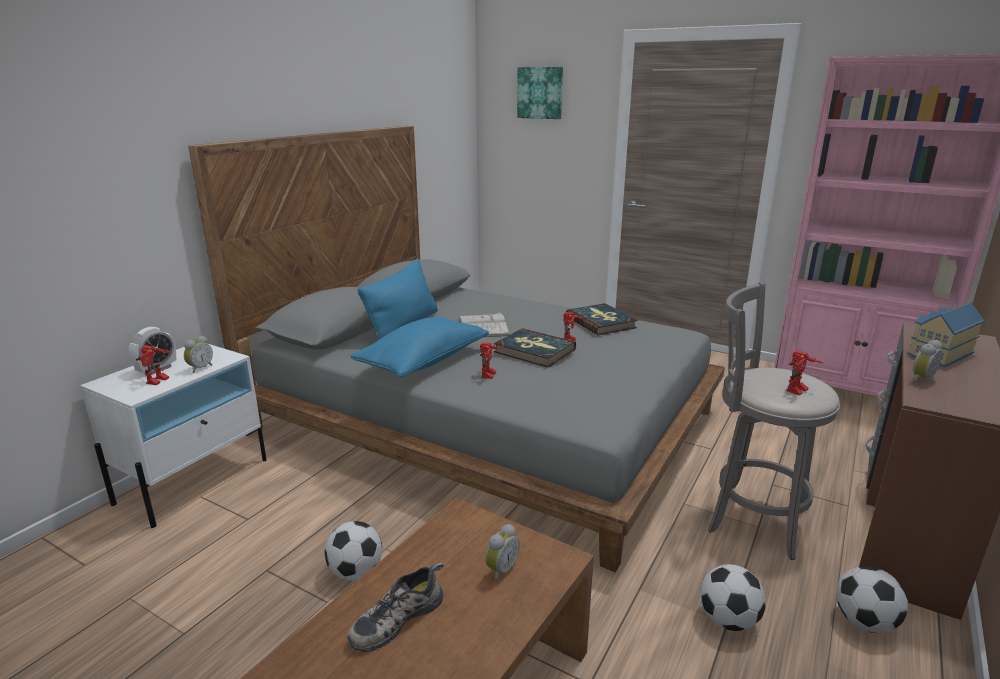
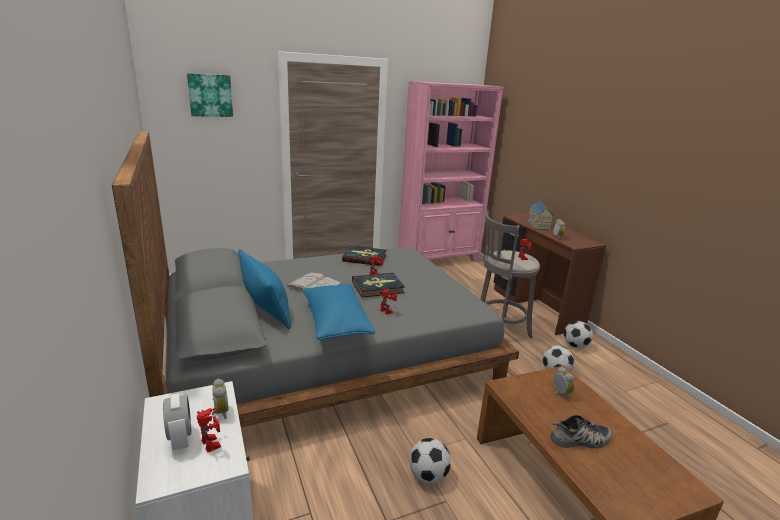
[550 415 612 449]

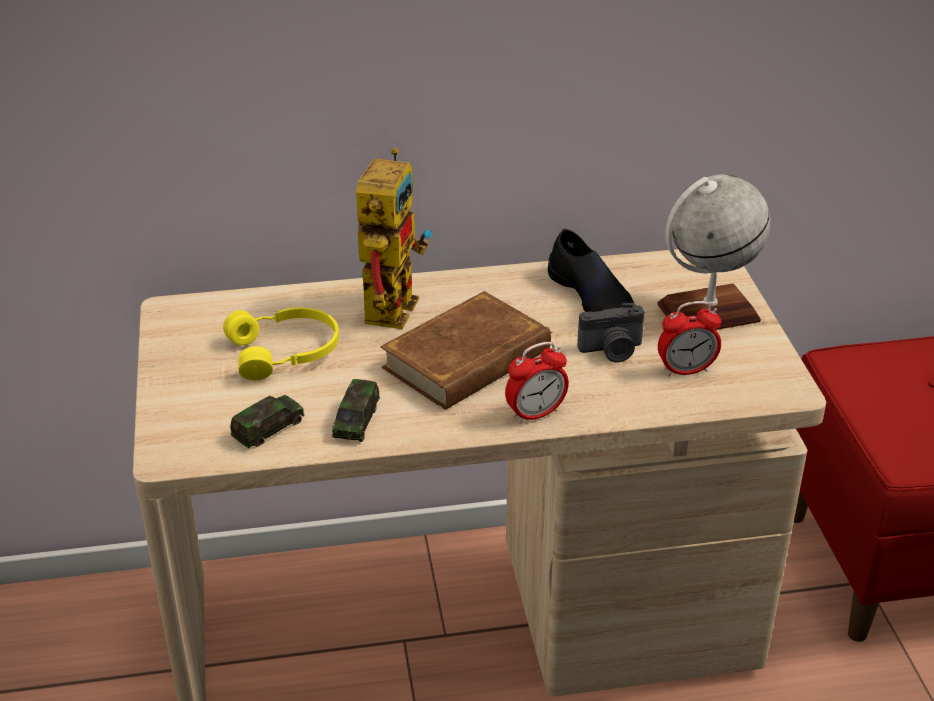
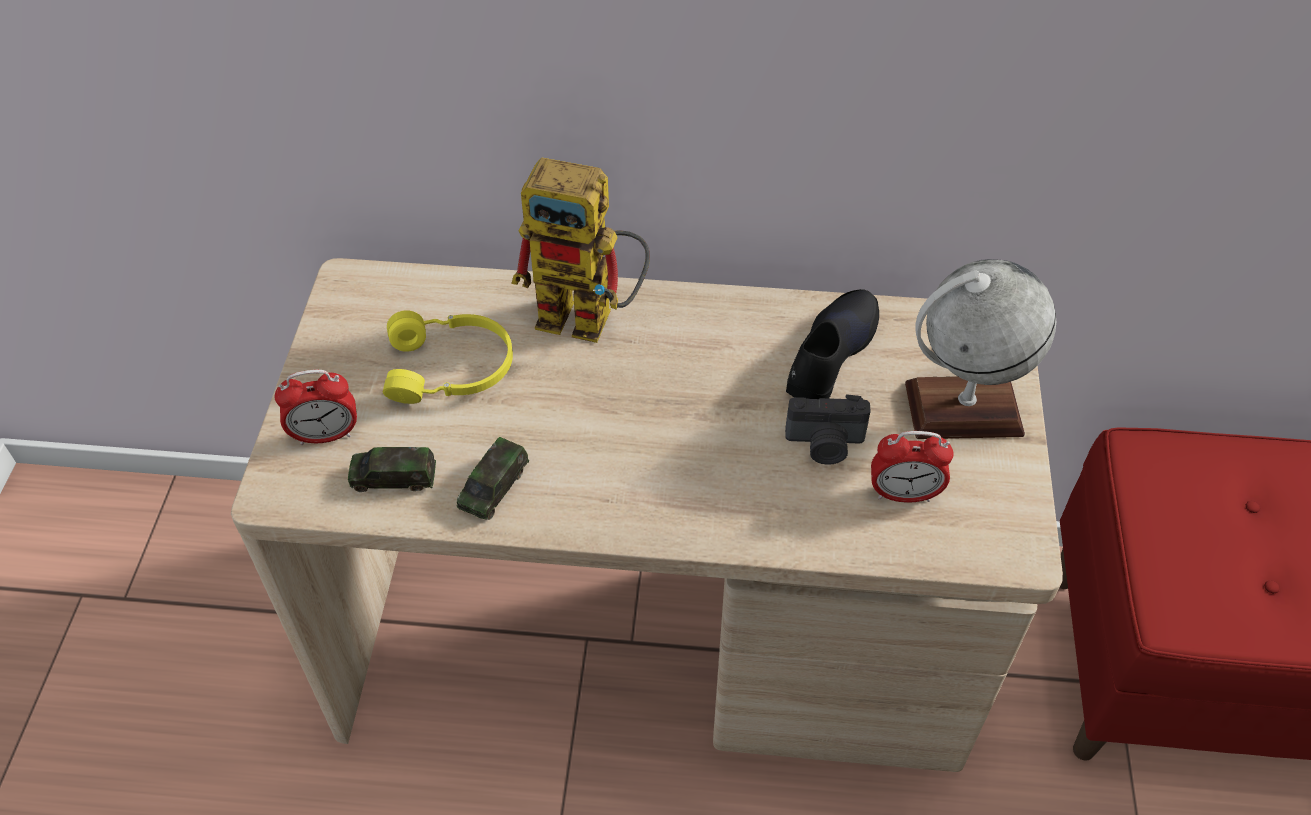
[380 291 553 410] (first image)
[274 370 357 445]
[348 447 436 492]
[511 157 650 343]
[786 289 879 399]

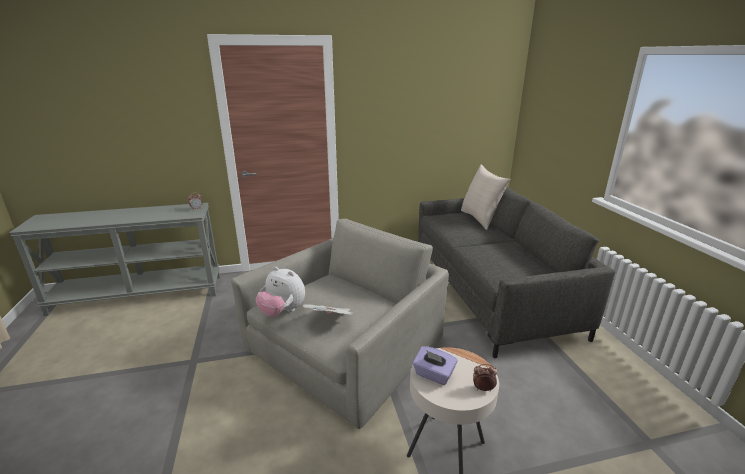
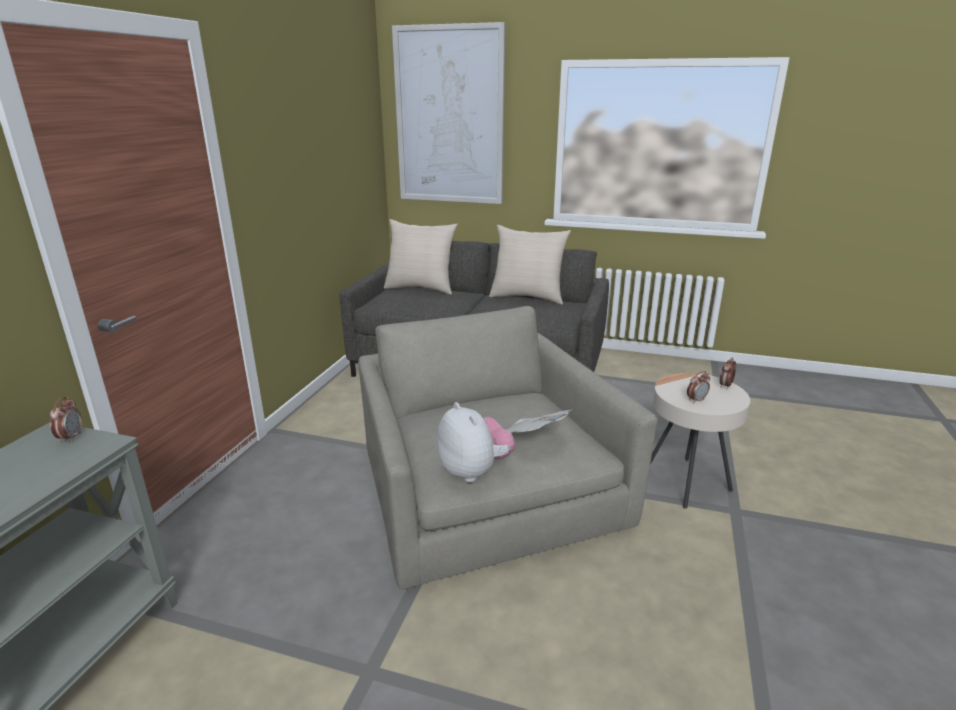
[392 22 506 204]
[489 225 571 304]
[687 371 710 403]
[437 402 515 482]

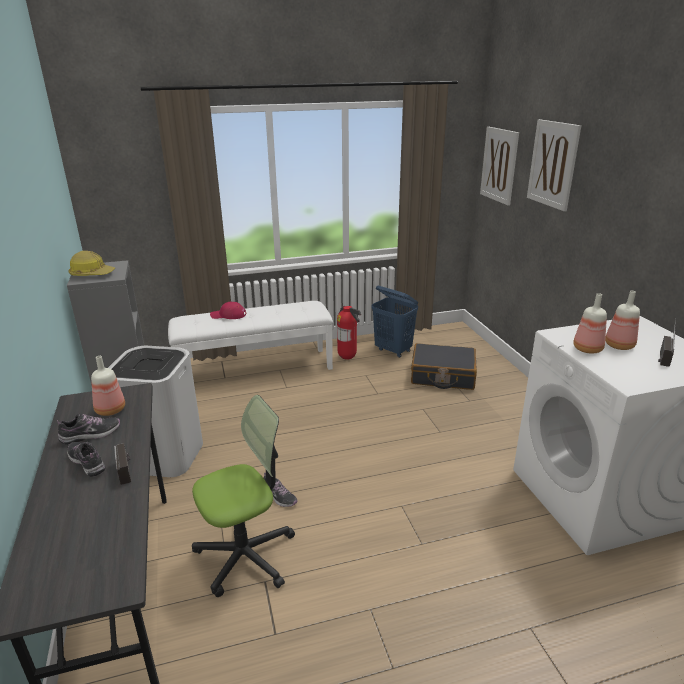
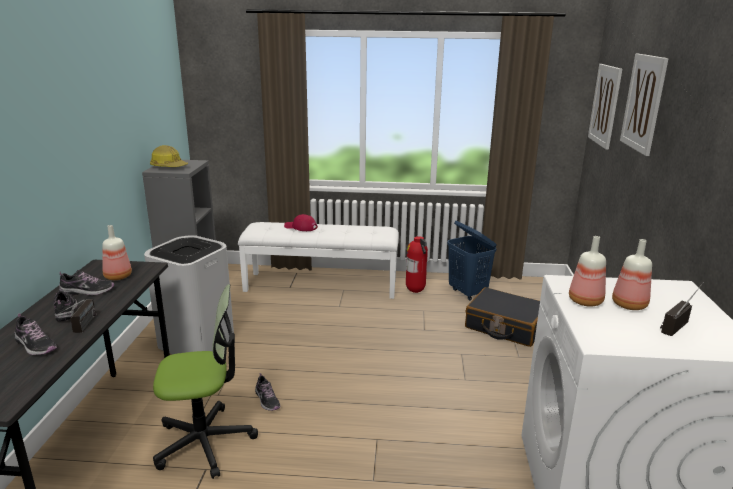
[15 313 57 355]

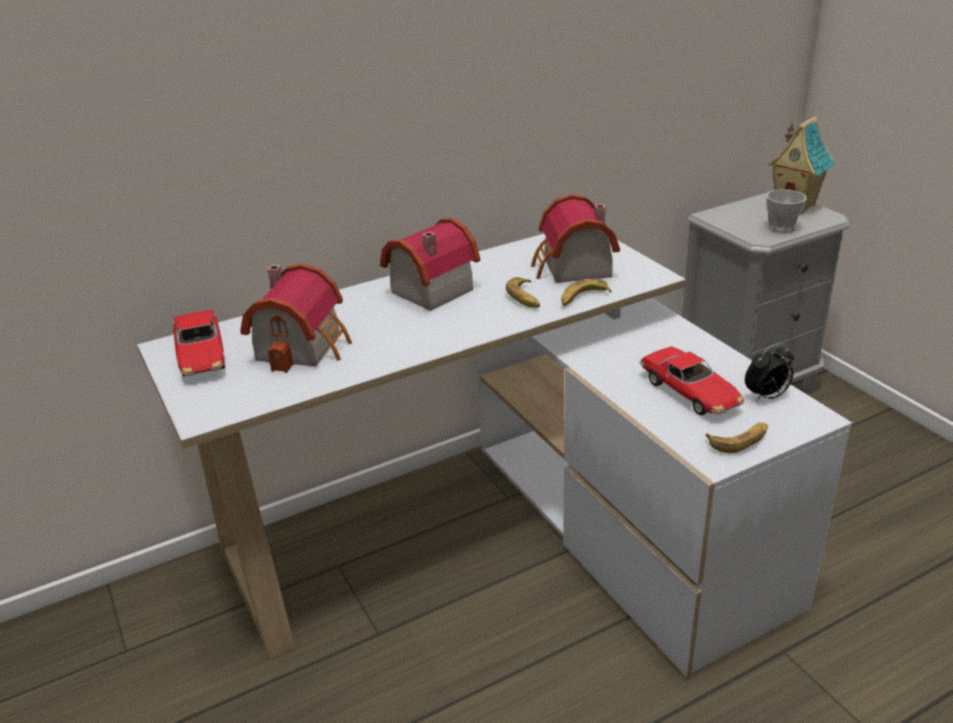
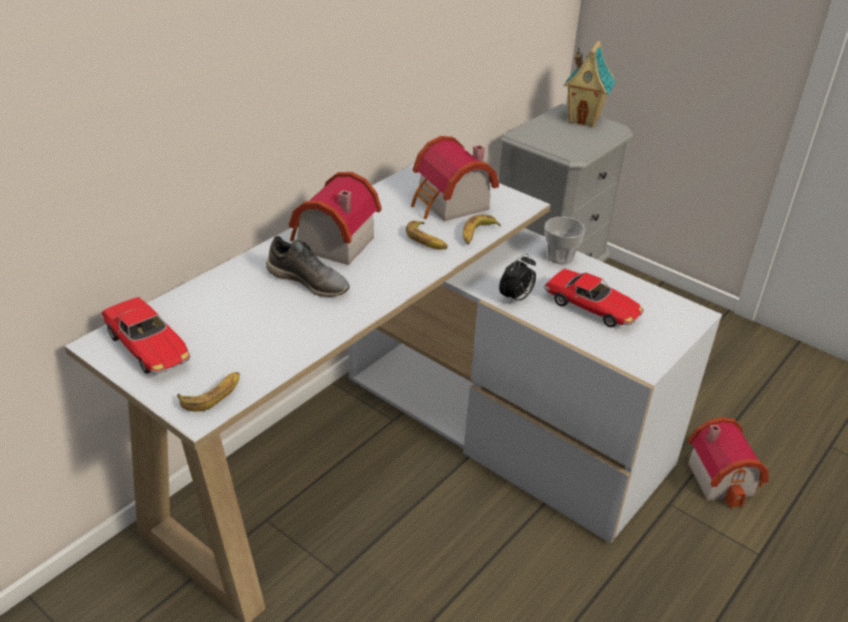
[266 236 350 297]
[688 417 769 509]
[177 372 240 412]
[499 253 536 305]
[545 217 585 264]

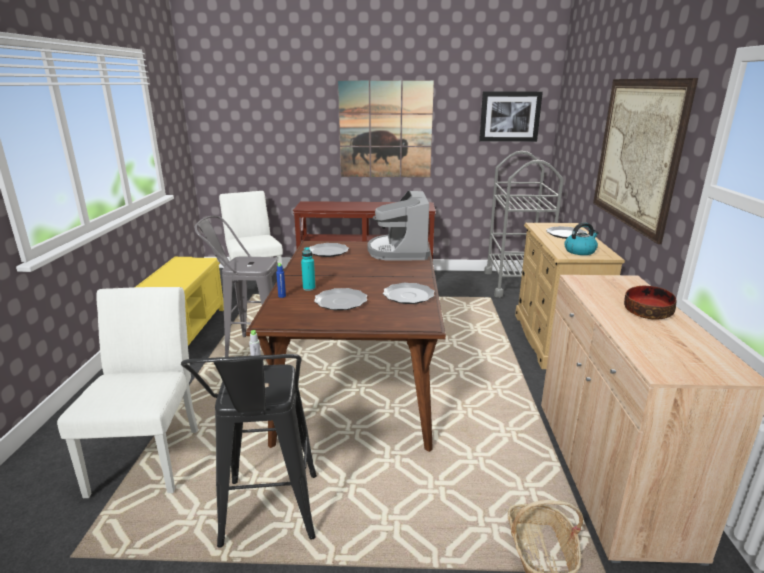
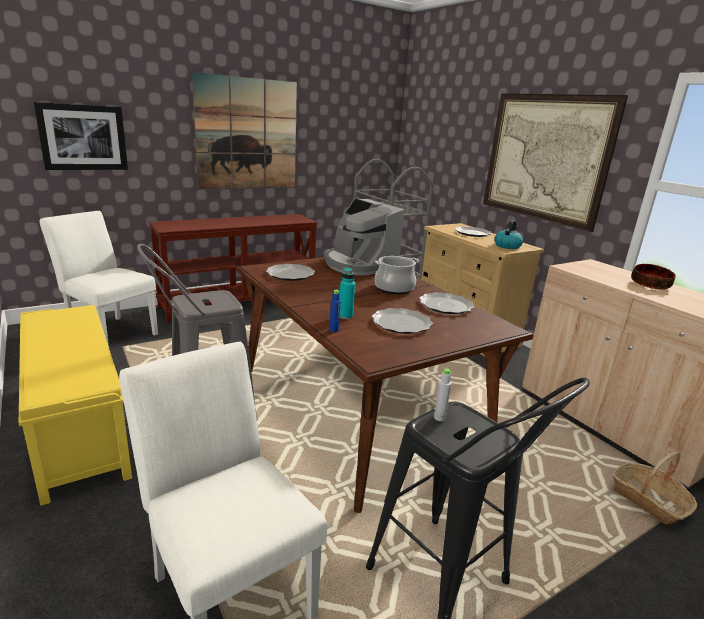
[375 256 419 294]
[34 102 128 170]

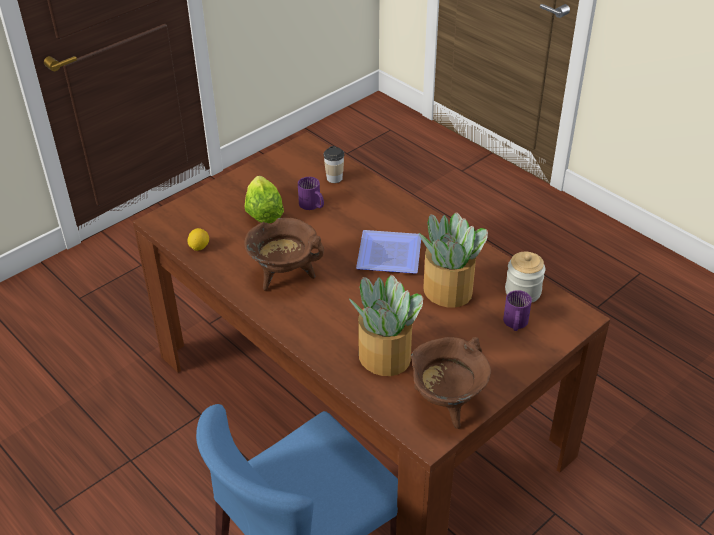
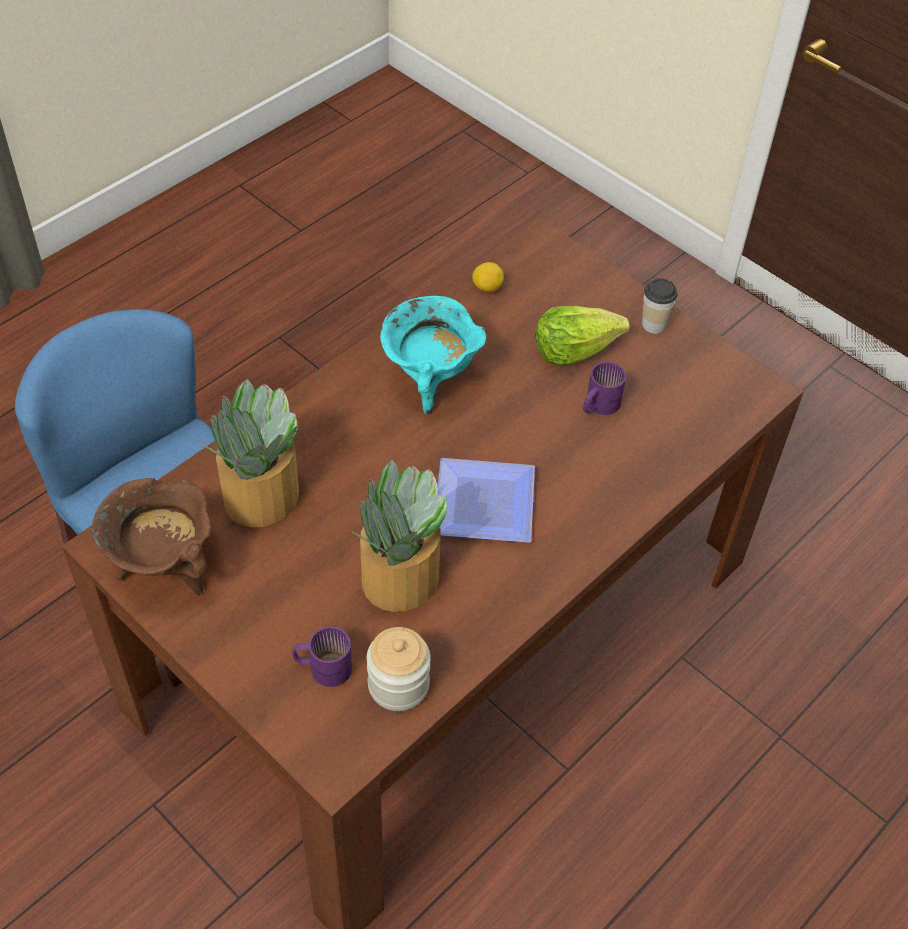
[642 278 677 334]
[380 296 486 414]

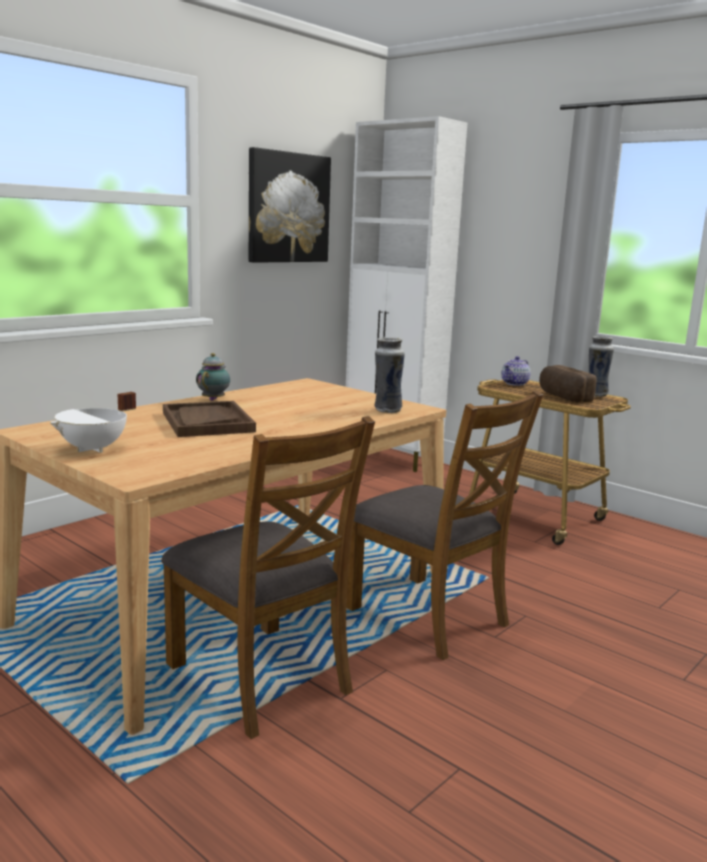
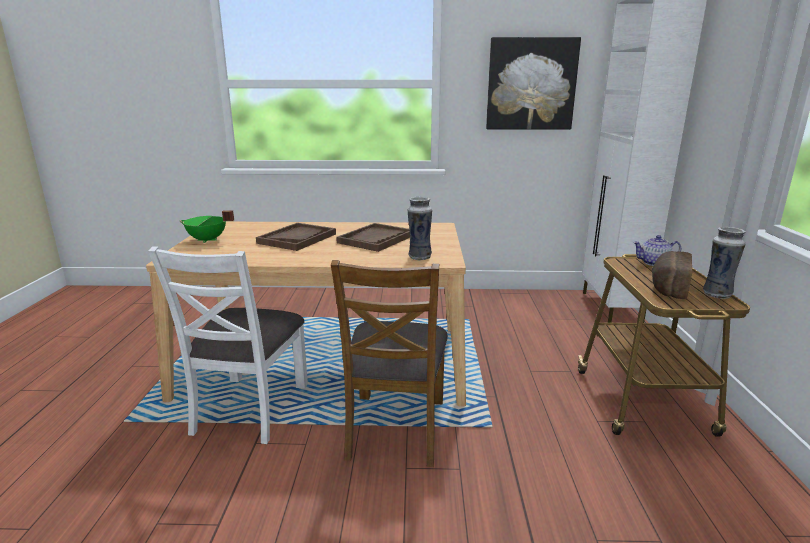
[196 353 230 401] (first image)
[336 223 410 252]
[179 210 234 243]
[148 246 308 444]

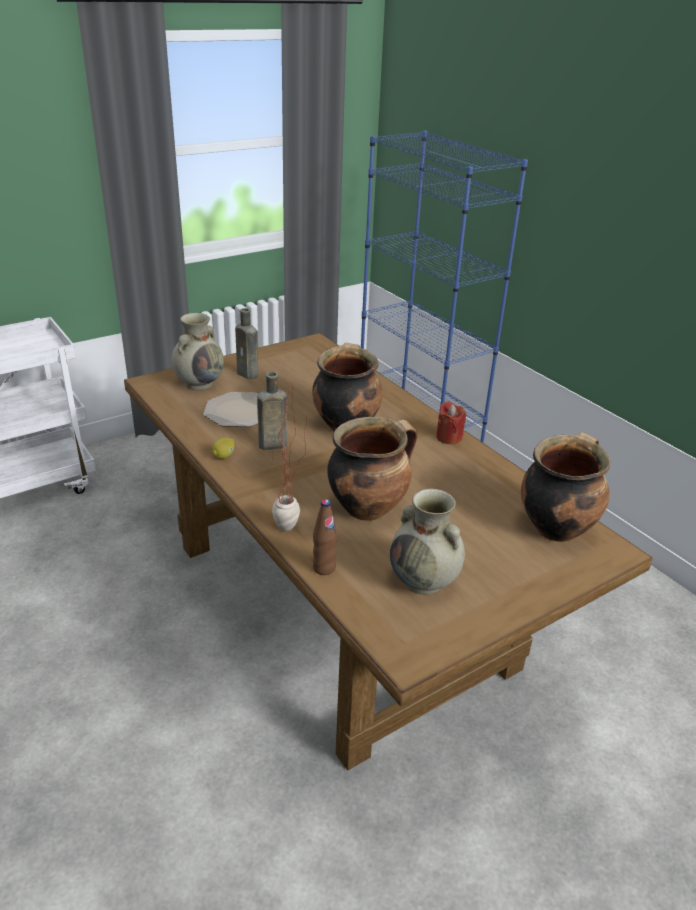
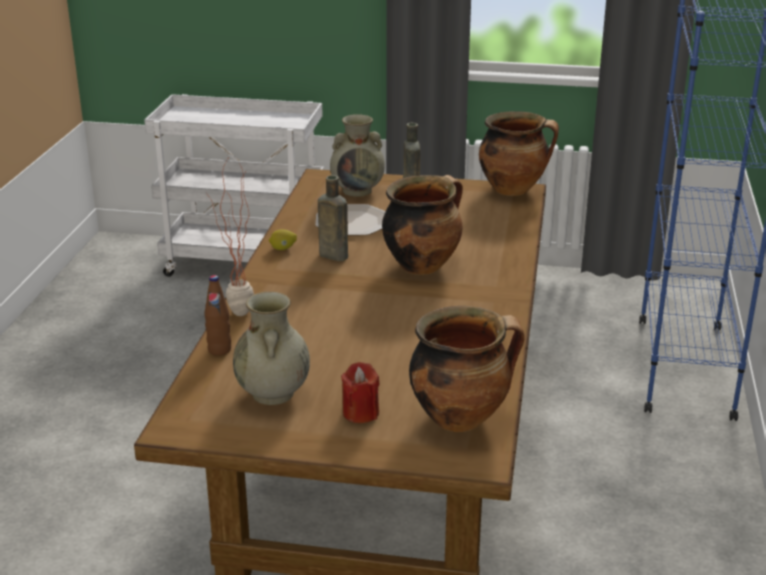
[479 111 559 196]
[341 362 379 423]

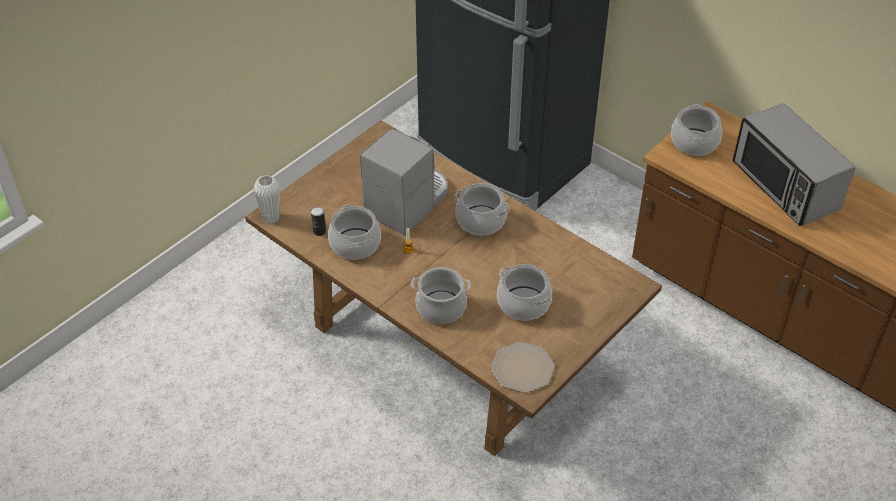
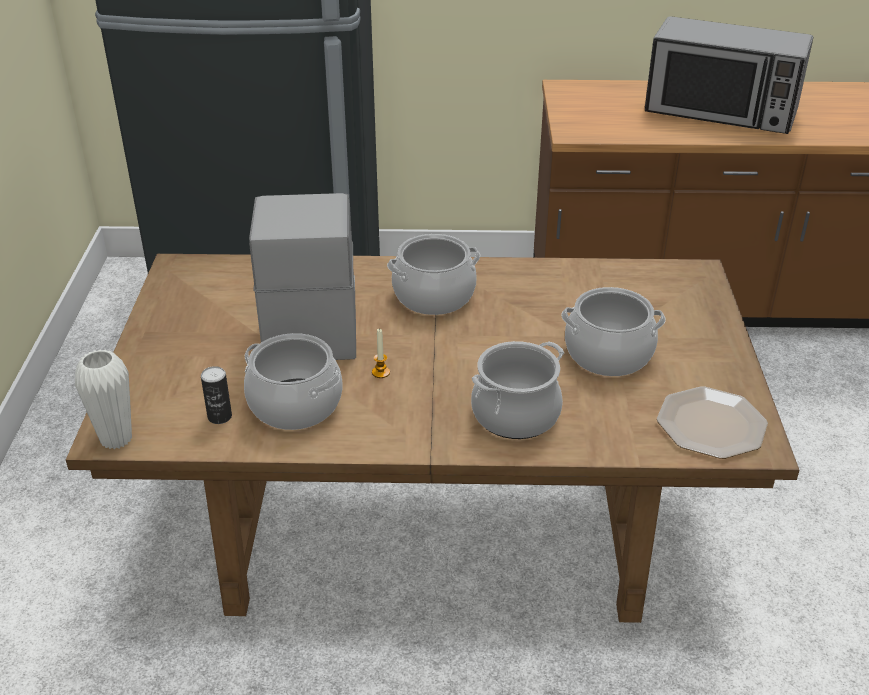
[671 104 722 156] (first image)

